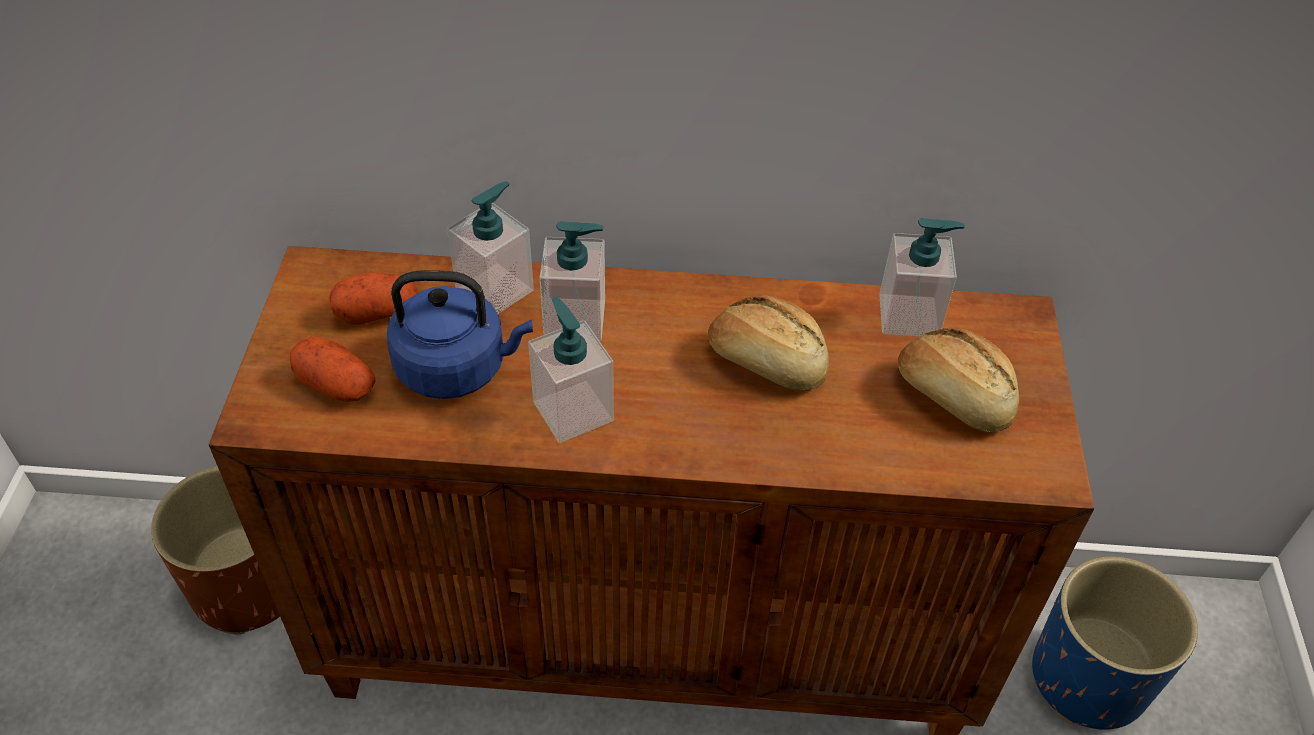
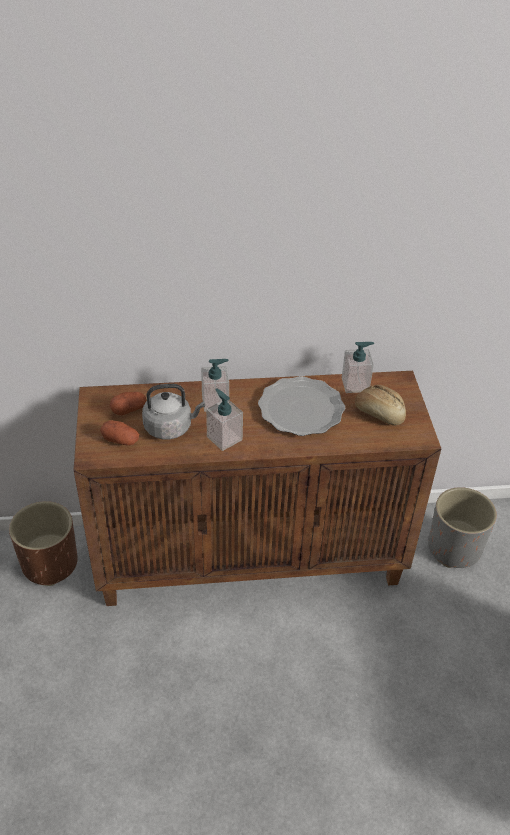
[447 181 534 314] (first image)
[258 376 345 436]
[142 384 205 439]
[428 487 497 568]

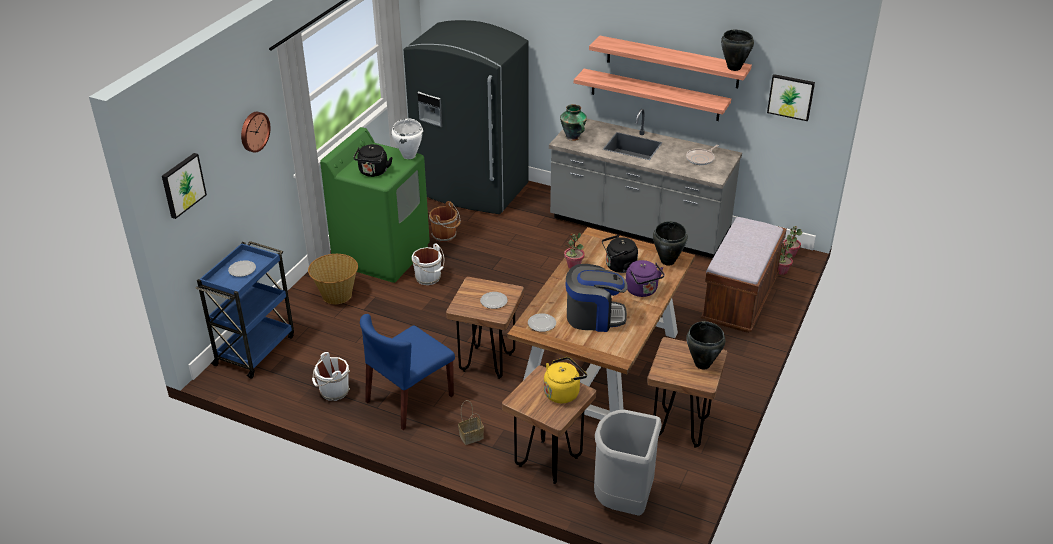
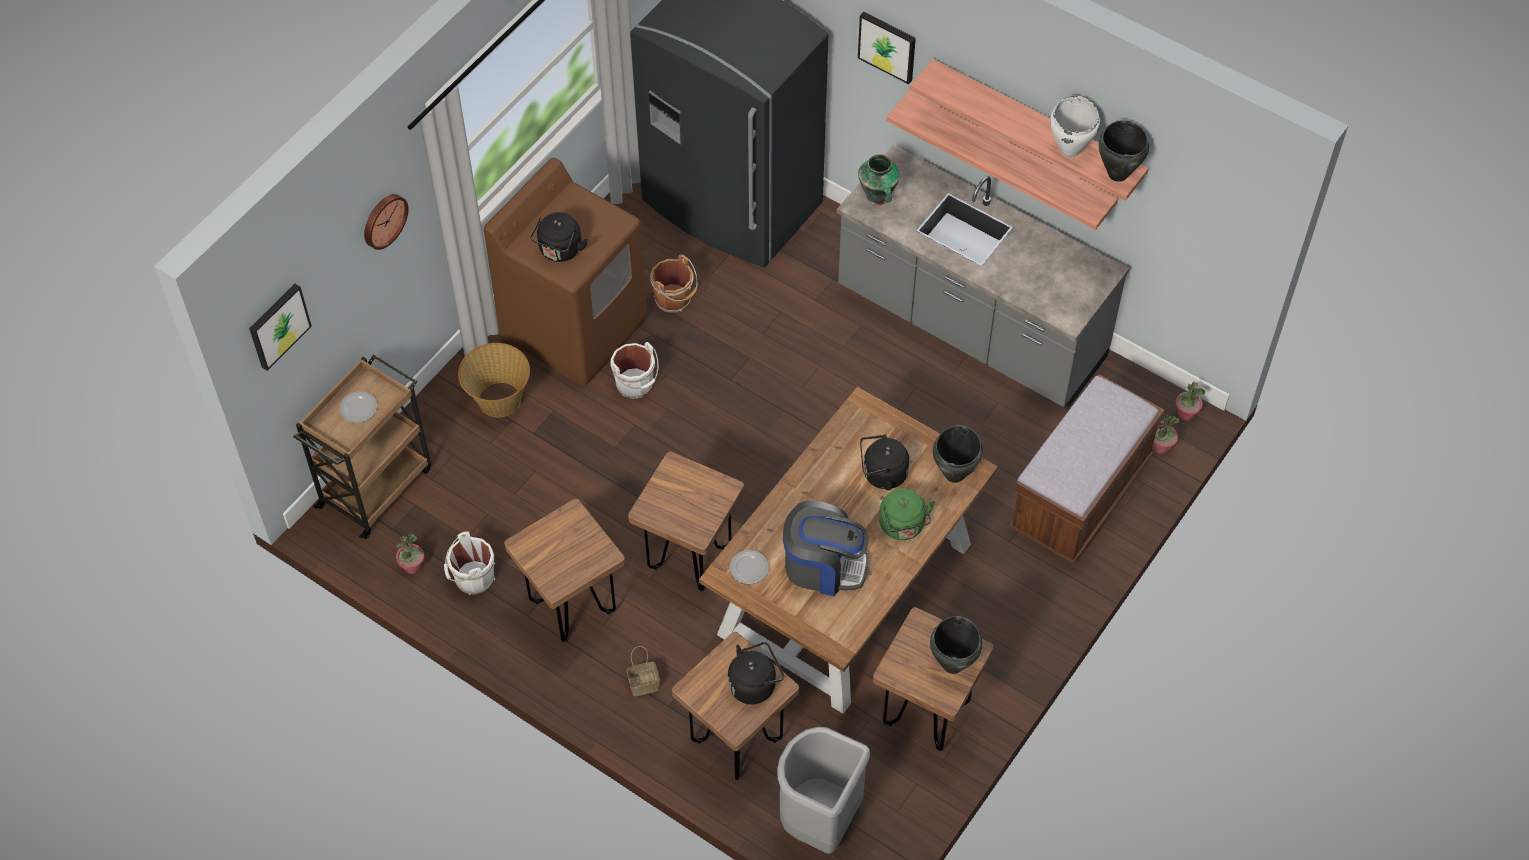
[480 292 508 309] (first image)
[686 145 719 165] (first image)
[1050 96 1100 157]
[396 534 425 574]
[858 12 916 84]
[504 499 625 642]
[293 355 431 539]
[484 158 647 386]
[728 642 784 704]
[879 488 935 540]

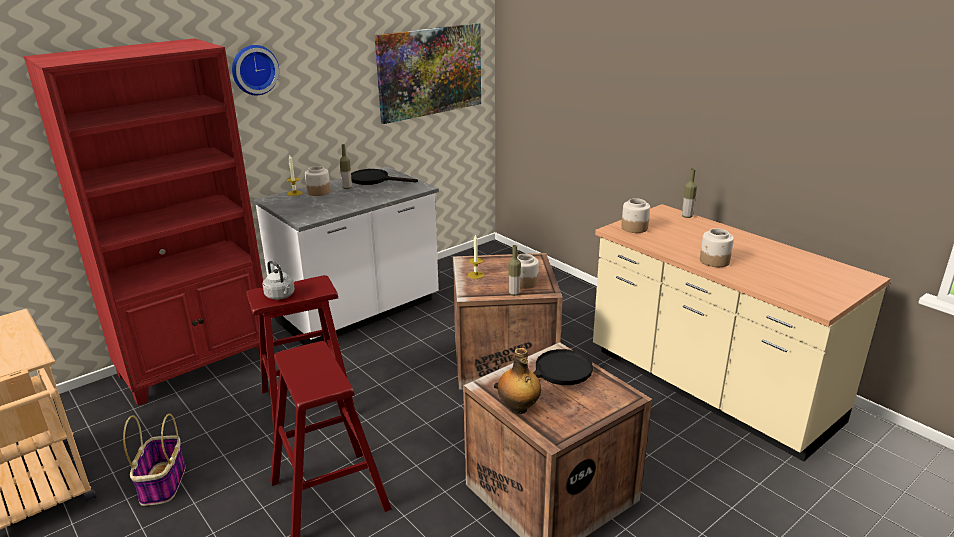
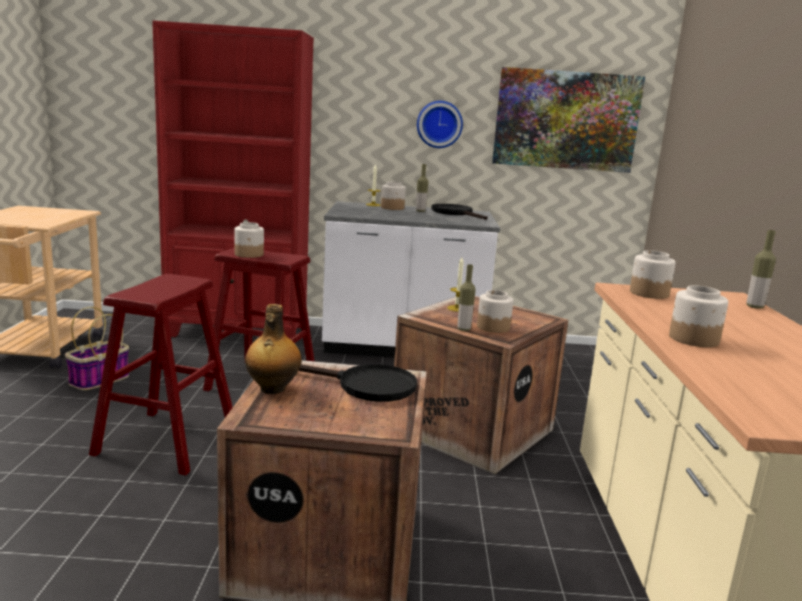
[417 101 463 148]
[234 222 264 258]

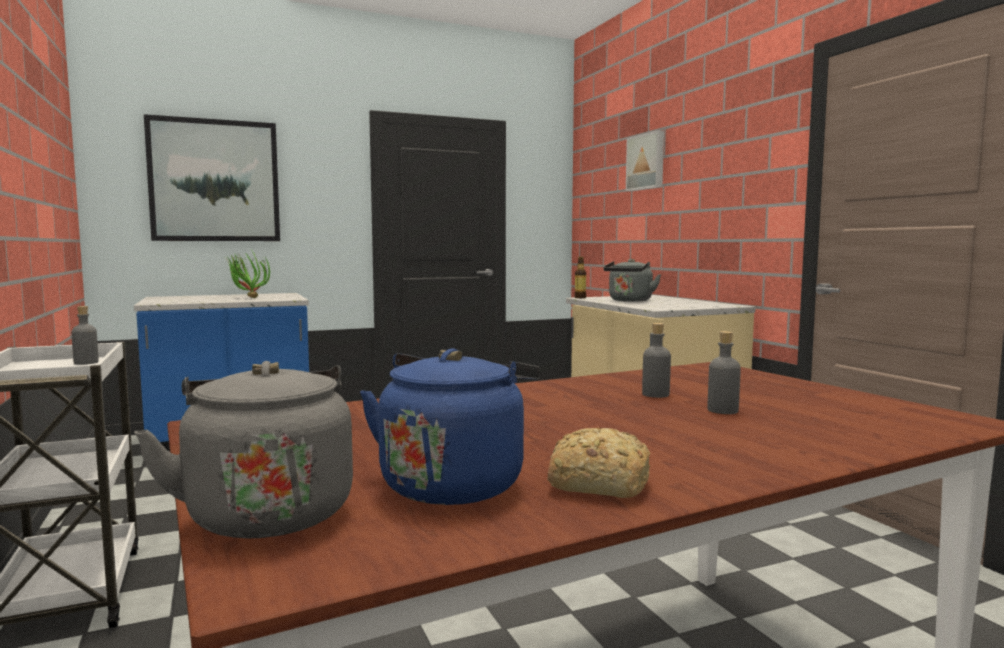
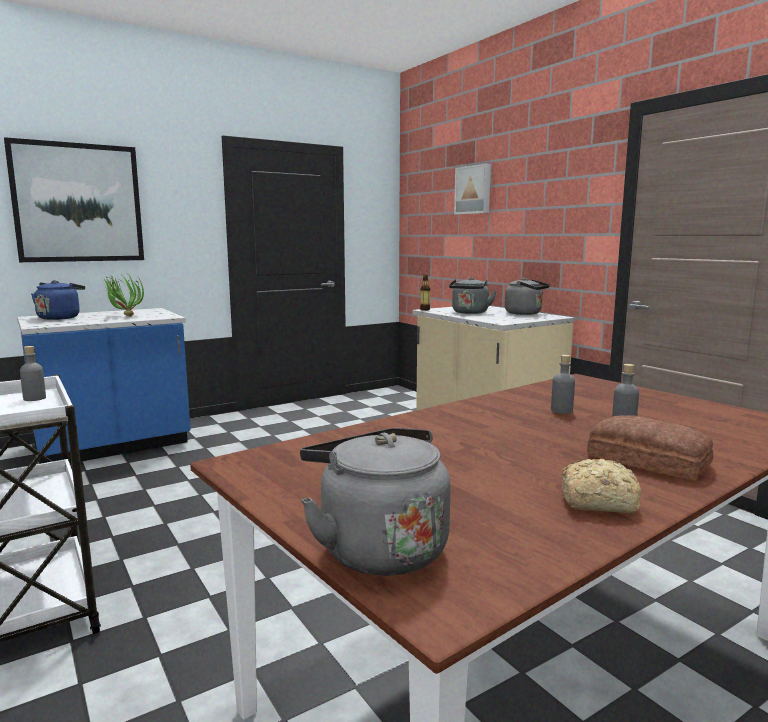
[505 278 550 315]
[587 416 713 480]
[31 280 85 320]

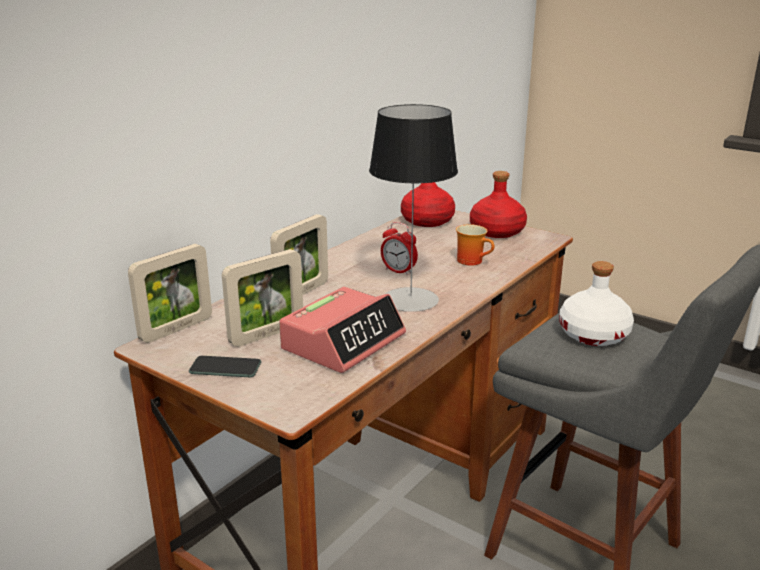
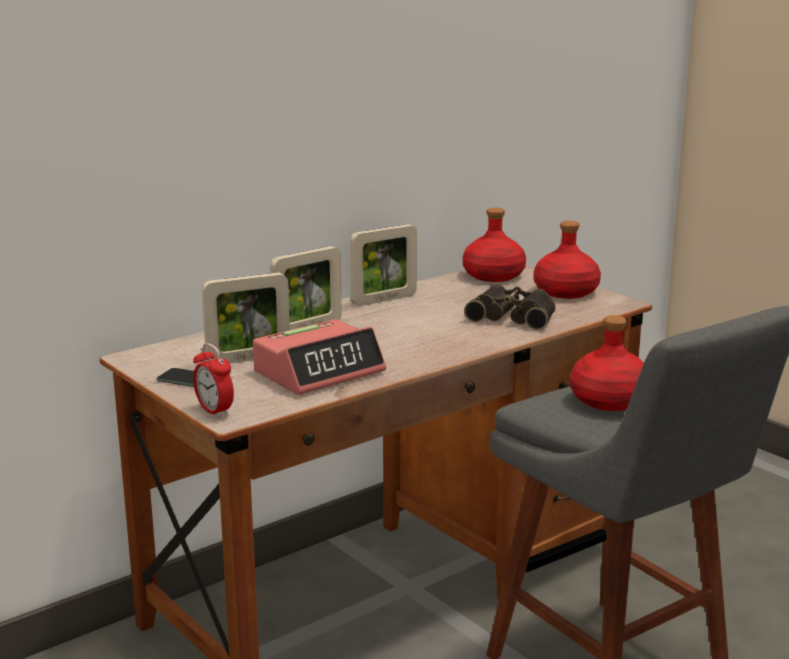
[369 104 458 312] (first image)
[350 224 417 306]
[193 343 234 418]
[464 284 555 330]
[570 315 644 411]

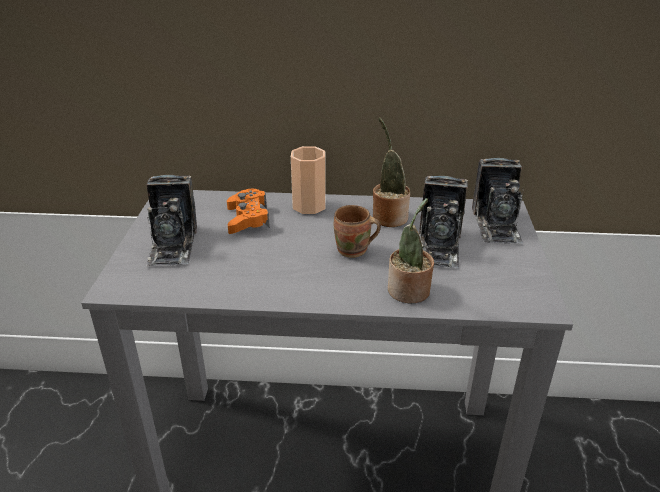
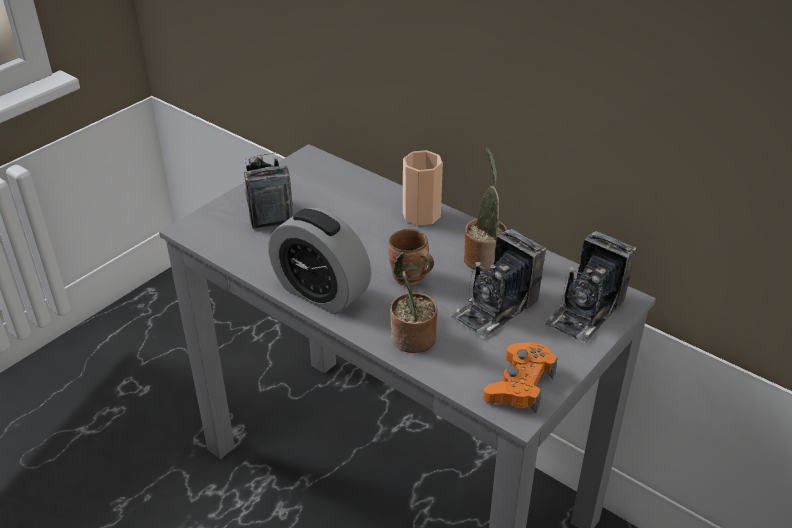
[268 208 371 314]
[483 342 557 413]
[244 153 294 229]

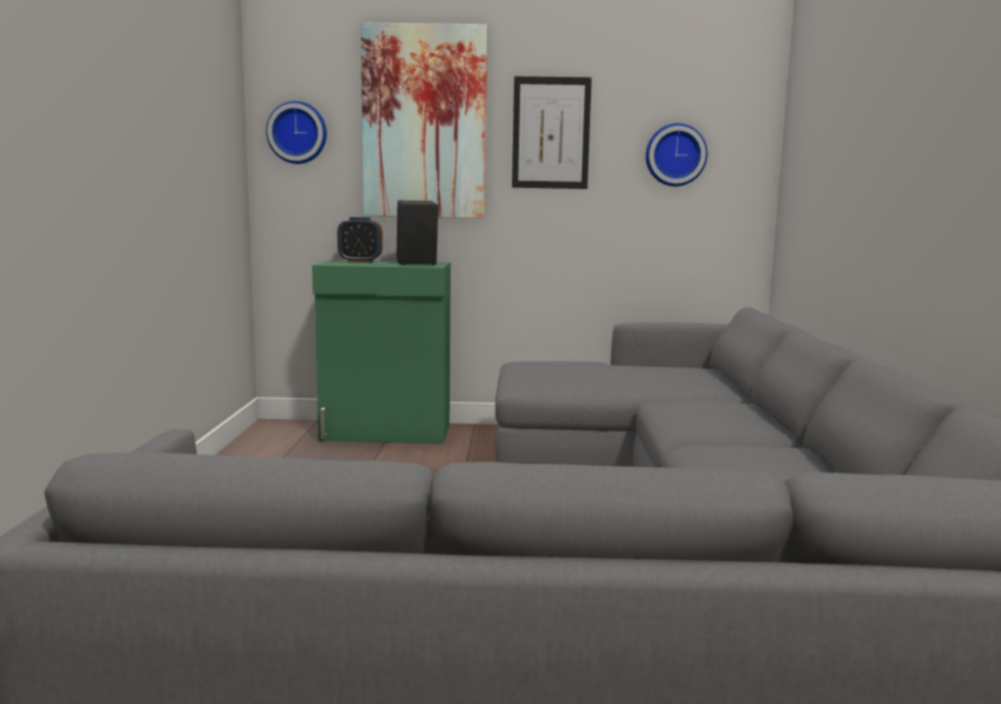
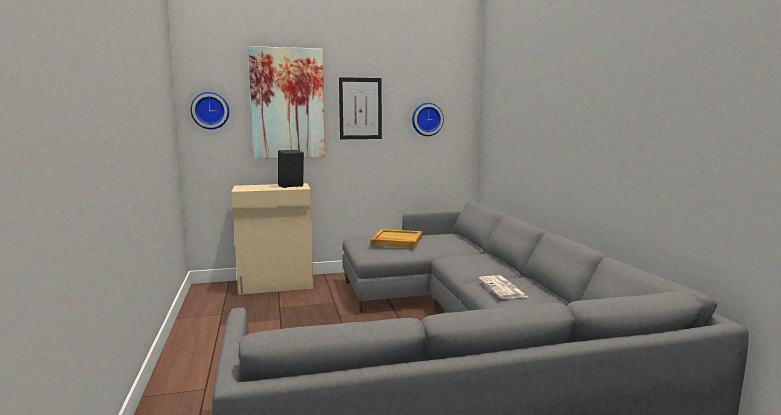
[337 217 383 263] (first image)
[370 229 422 248]
[479 276 528 299]
[232 183 313 295]

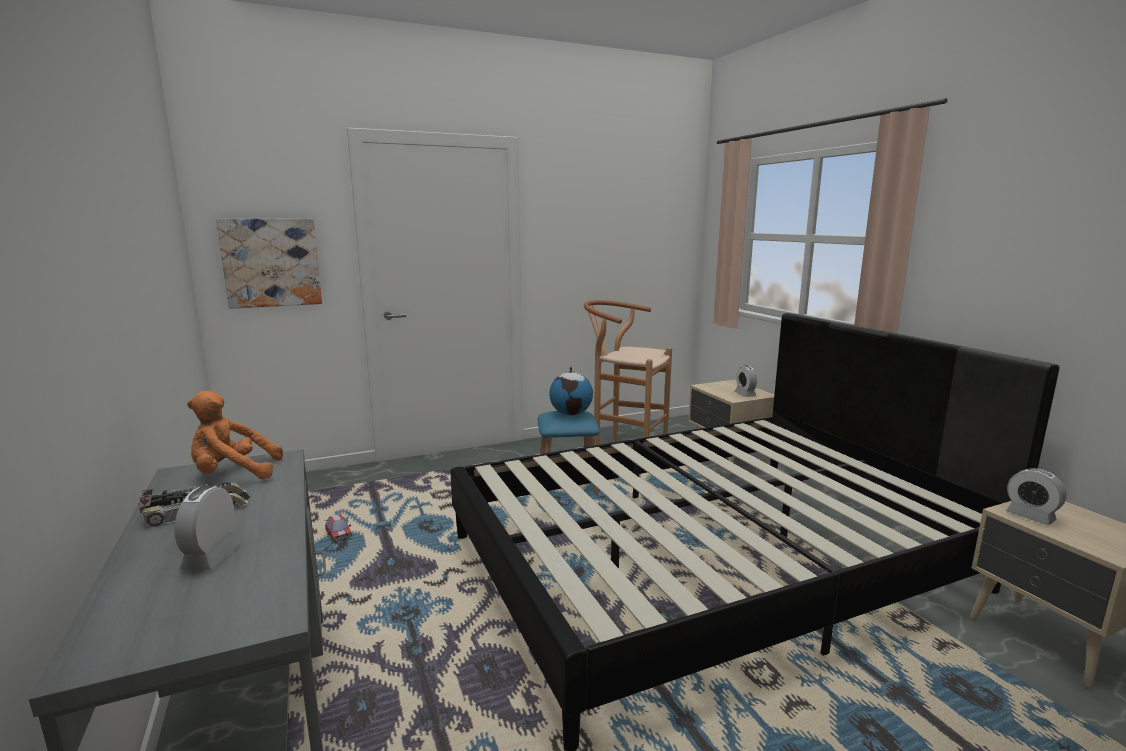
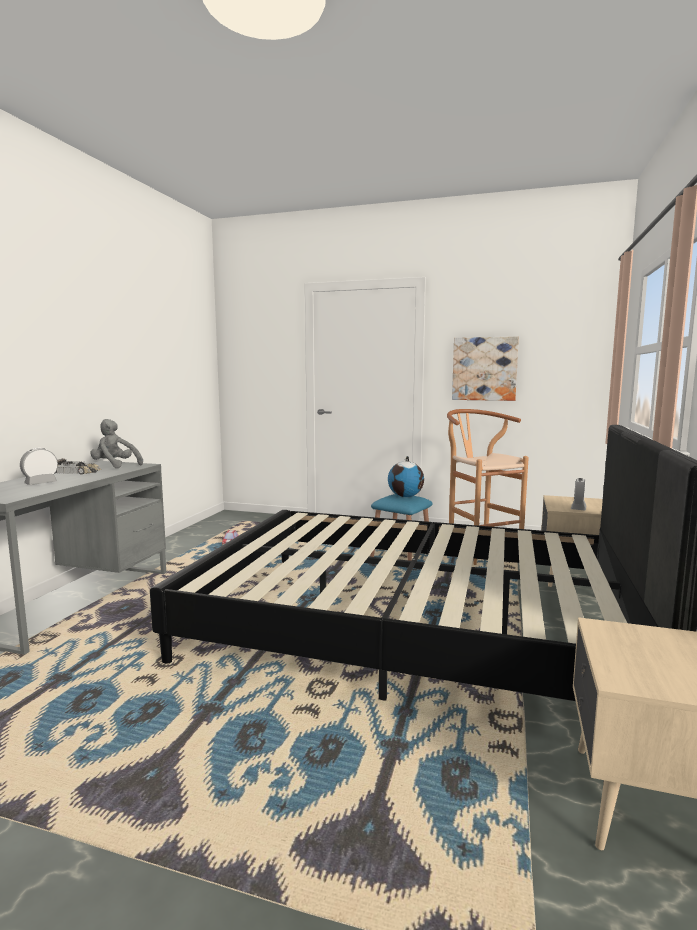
[1006 468 1066 525] (first image)
[452 337 519 401]
[90 419 143 468]

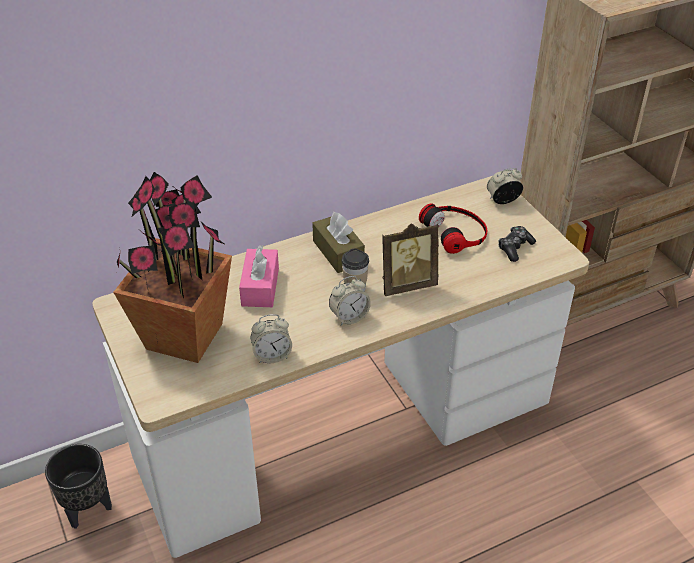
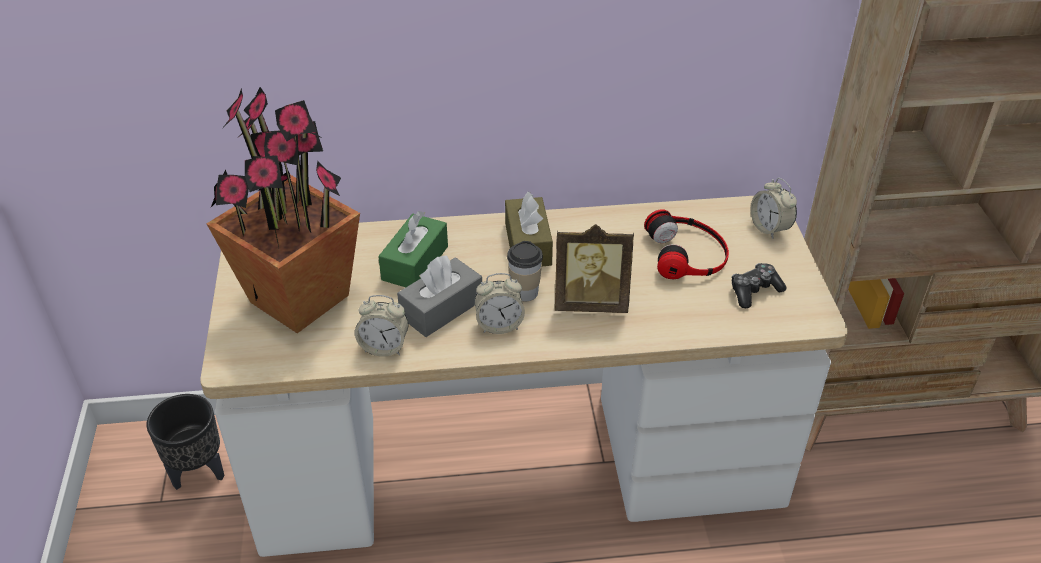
[397 255 482 337]
[378 211 448 287]
[751 178 797 239]

